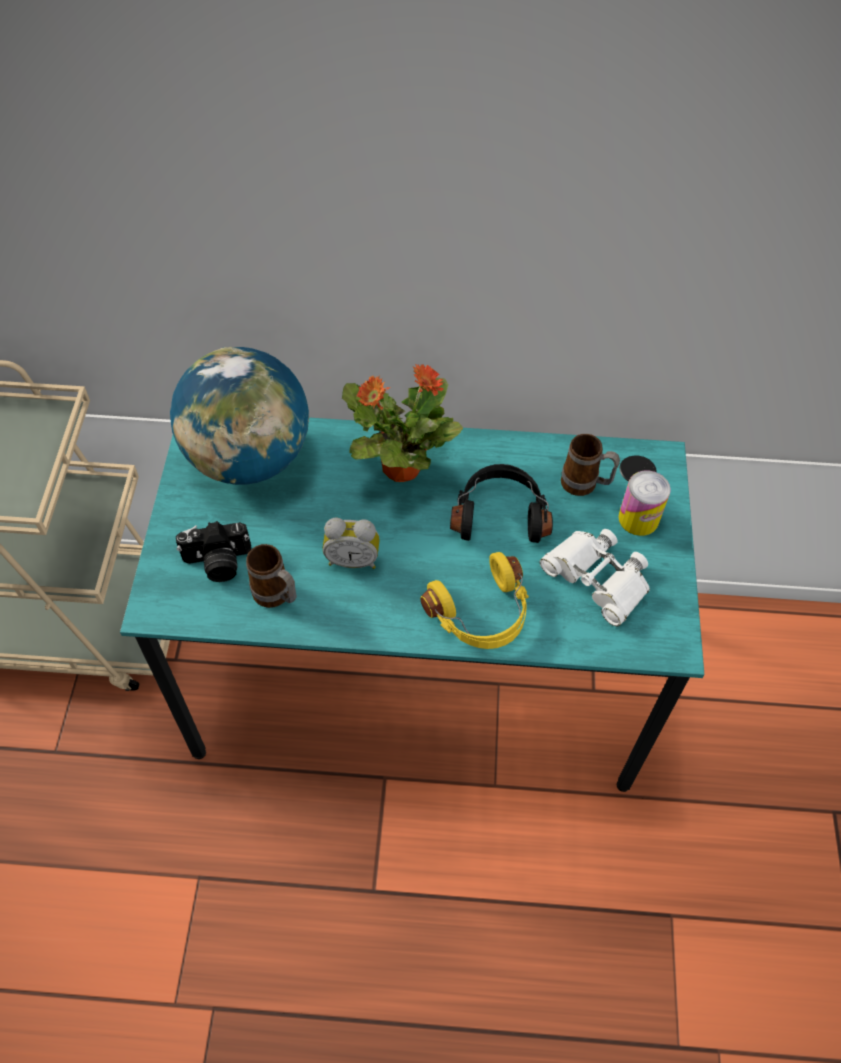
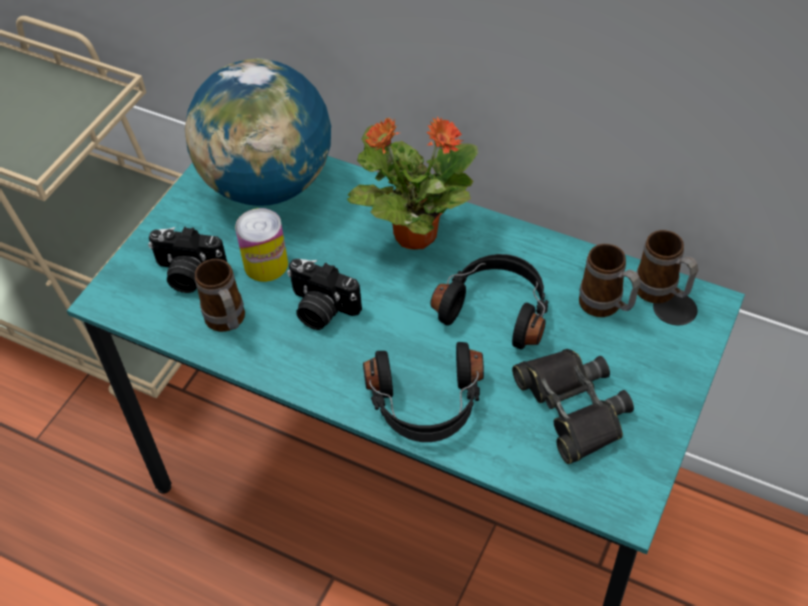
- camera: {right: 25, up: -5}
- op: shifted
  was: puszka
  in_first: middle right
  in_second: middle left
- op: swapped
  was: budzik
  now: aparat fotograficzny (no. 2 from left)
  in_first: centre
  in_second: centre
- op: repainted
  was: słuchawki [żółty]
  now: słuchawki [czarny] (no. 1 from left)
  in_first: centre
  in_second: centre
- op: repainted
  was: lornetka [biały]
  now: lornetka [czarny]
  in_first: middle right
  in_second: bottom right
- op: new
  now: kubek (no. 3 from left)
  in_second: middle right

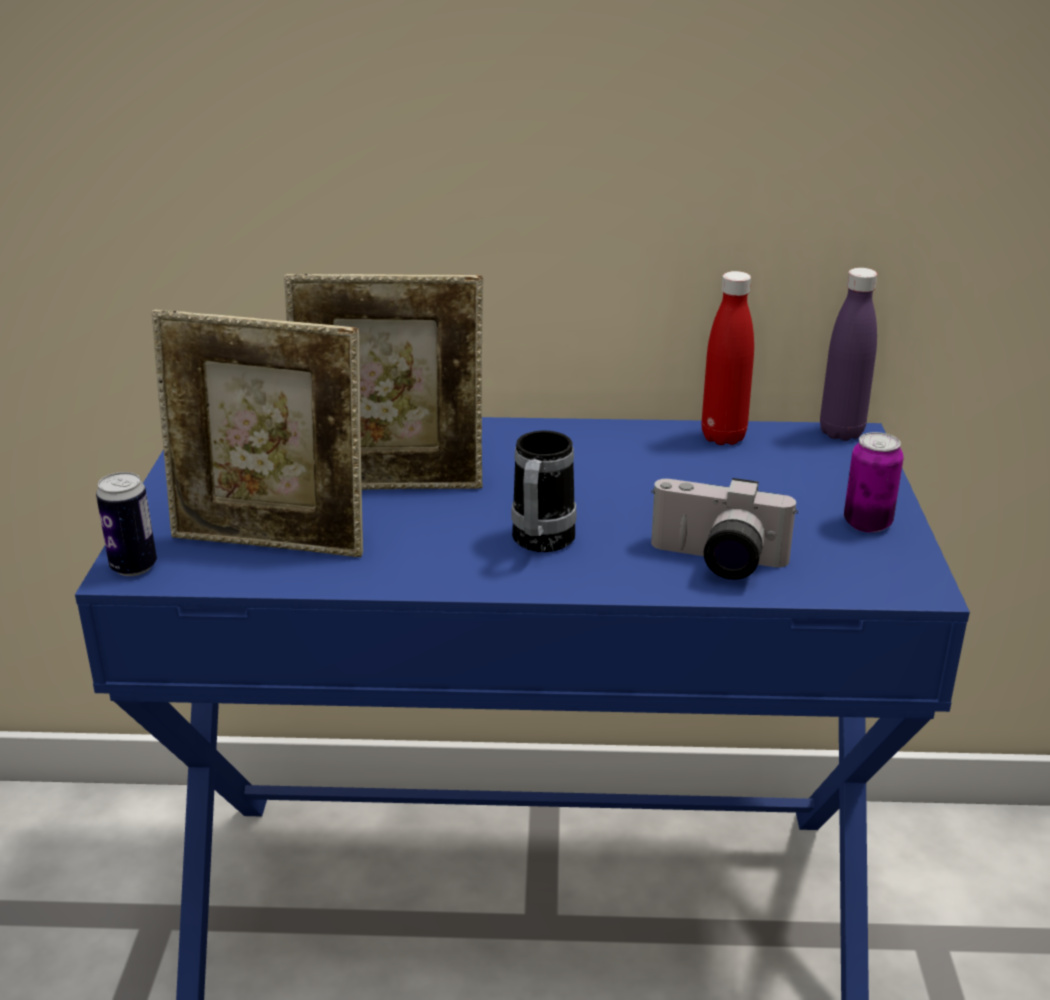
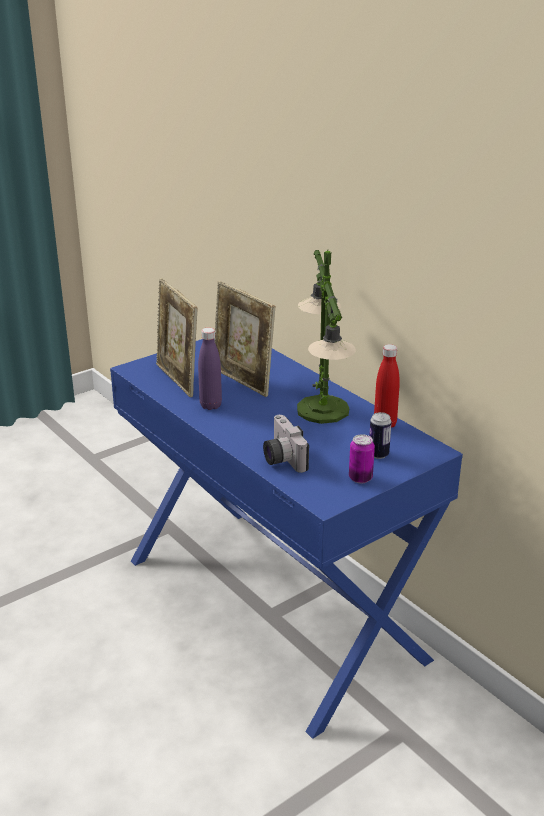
- camera: {right: 50, up: 0}
- op: shifted
  was: butelka [fioletowy]
  in_first: middle right
  in_second: centre
- op: new
  now: lampa stołowa
  in_second: centre
- op: shifted
  was: puszka (no. 1 from left in the first image)
  now: puszka (no. 2 from left)
  in_first: middle left
  in_second: middle right
- op: gone
  was: kubek
  in_first: centre

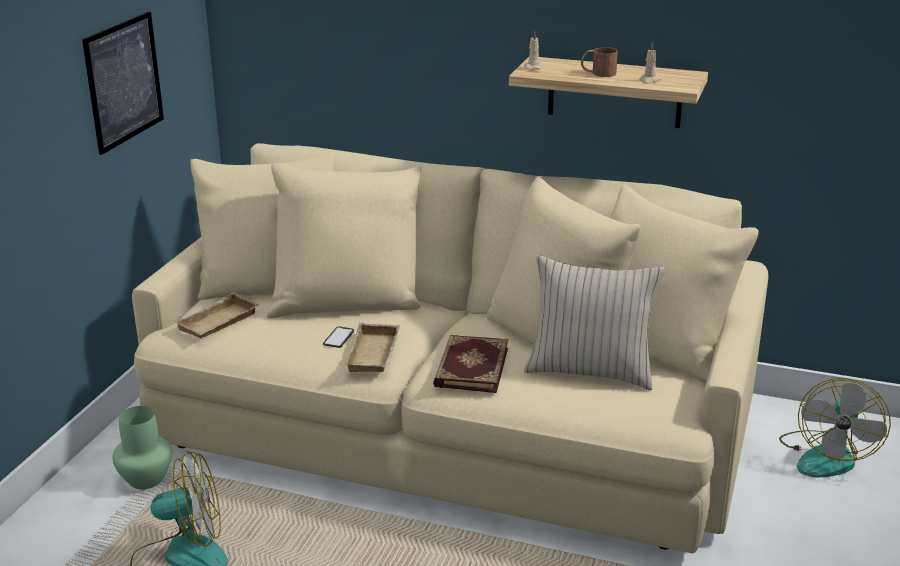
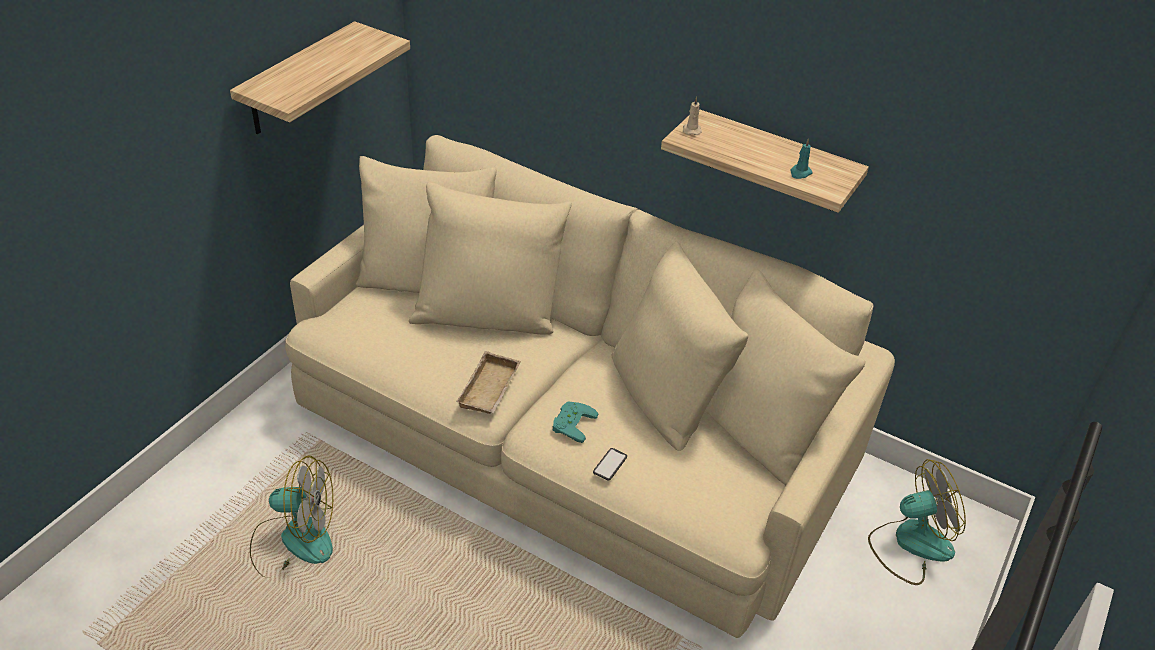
- camera: {right: 10, up: 15}
- op: swapped
  was: obraz
  now: półka (no. 1 from left)
  in_first: top left
  in_second: top left
- op: swapped
  was: książka
  now: pad do gier [turkusowy]
  in_first: centre
  in_second: centre
- op: shifted
  was: telefon
  in_first: centre
  in_second: bottom centre
- op: repainted
  was: świeca [beżowy] (no. 2 from left)
  now: świeca [turkusowy]
  in_first: top right
  in_second: top right
- op: rotated
  was: wentylator (no. 2 from left)
  in_first: bottom right
  in_second: bottom right
  clockwise: -135
- op: gone
  was: wazon [zielony]
  in_first: bottom left
- op: gone
  was: taca [beżowy] (no. 1 from left)
  in_first: middle left
- op: gone
  was: poduszka [beżowy]
  in_first: centre
- op: gone
  was: kubek [brązowy]
  in_first: top centre

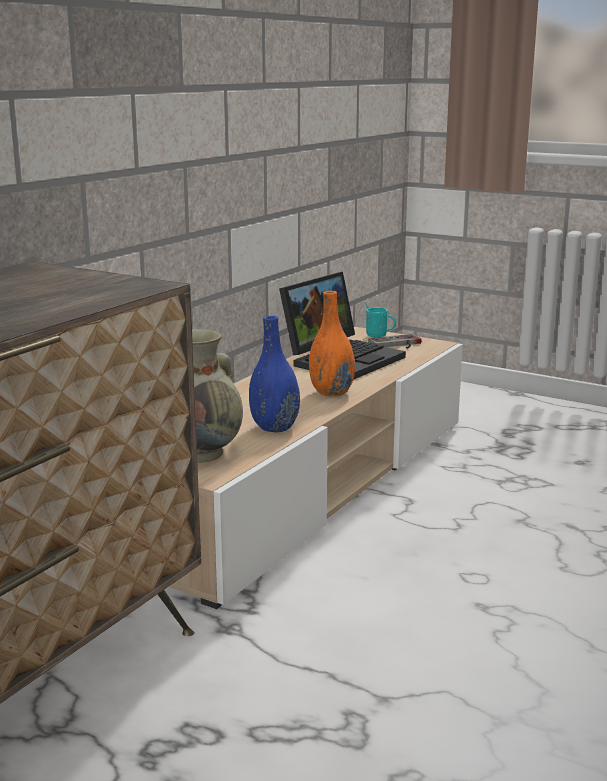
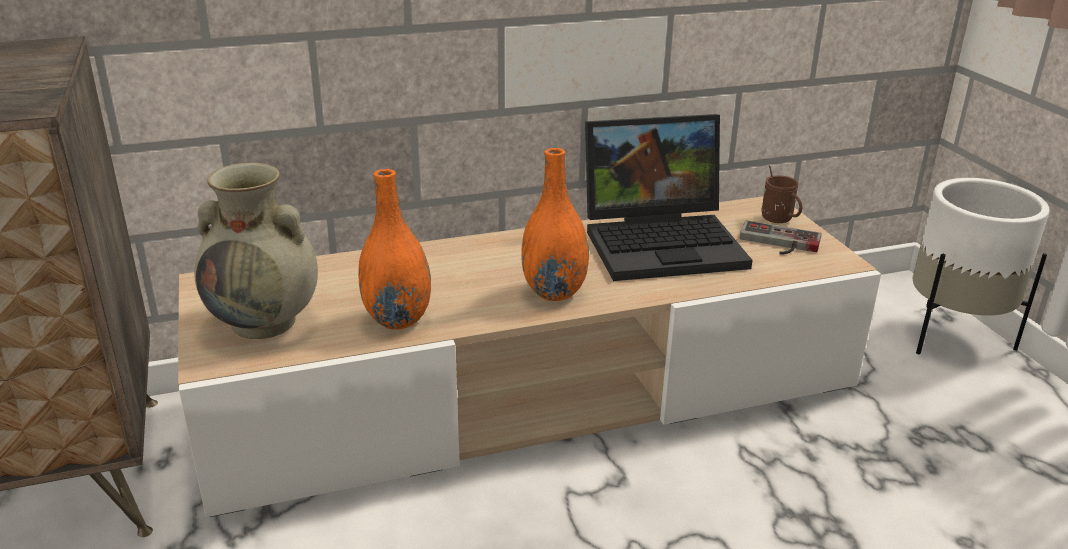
- camera: {right: 40, up: 10}
- op: repainted
  was: wazon [niebieski]
  now: wazon [pomarańczowy] (no. 1 from left)
  in_first: centre
  in_second: centre
- op: repainted
  was: kubek [turkusowy]
  now: kubek [brązowy]
  in_first: centre
  in_second: middle right
- op: new
  now: donica [biały]
  in_second: middle right

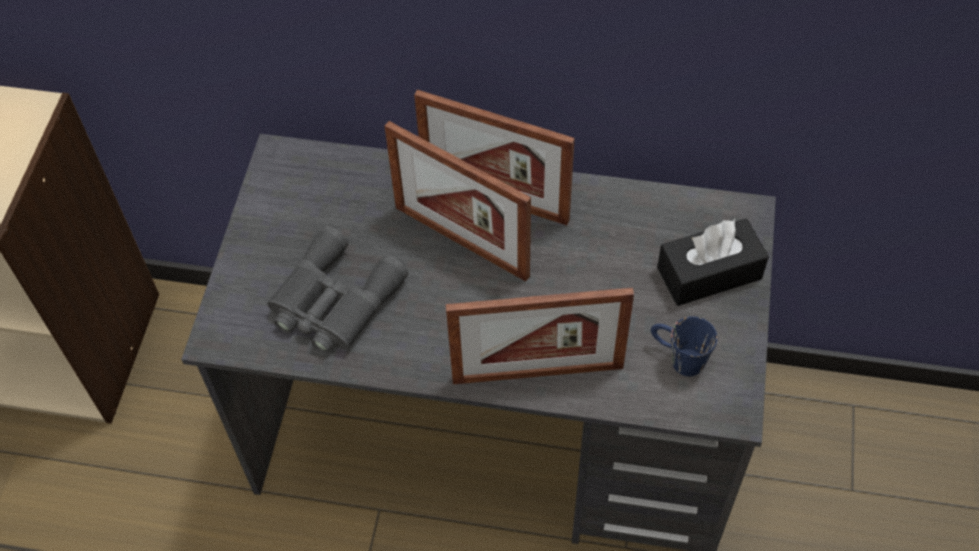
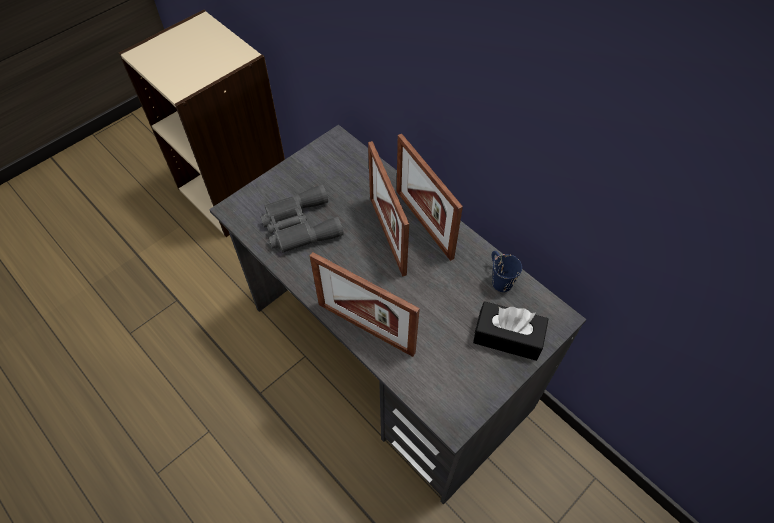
- camera: {right: 35, up: 0}
- op: shifted
  was: kubek [niebieski]
  in_first: middle right
  in_second: centre

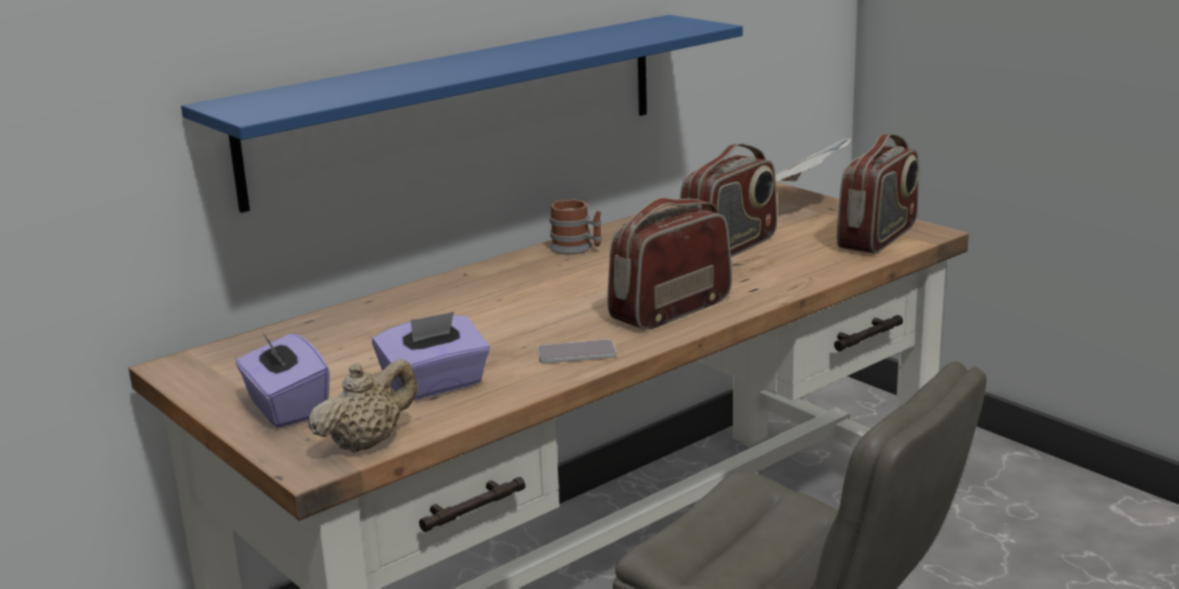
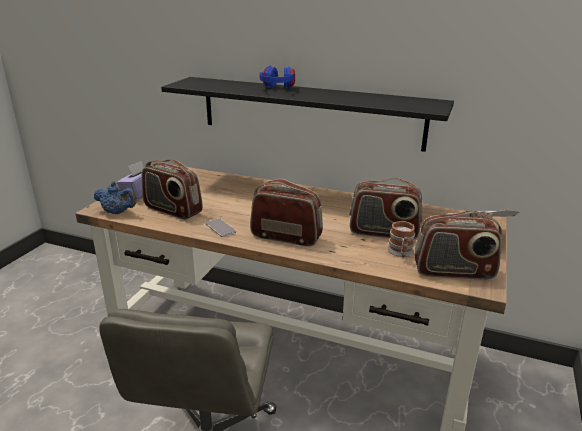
- camera: {right: 60, up: 5}
- op: repainted
  was: imbryk [beżowy]
  now: imbryk [niebieski]
  in_first: bottom left
  in_second: middle left
- op: swapped
  was: pudełko chusteczek [fioletowy] (no. 2 from left)
  now: radio (no. 1 from left)
  in_first: centre
  in_second: middle left
- op: repainted
  was: półka [niebieski]
  now: półka [czarny]
  in_first: top centre
  in_second: top centre
- op: new
  now: słuchawki [niebieski]
  in_second: top centre
- op: shifted
  was: kubek
  in_first: centre
  in_second: middle right

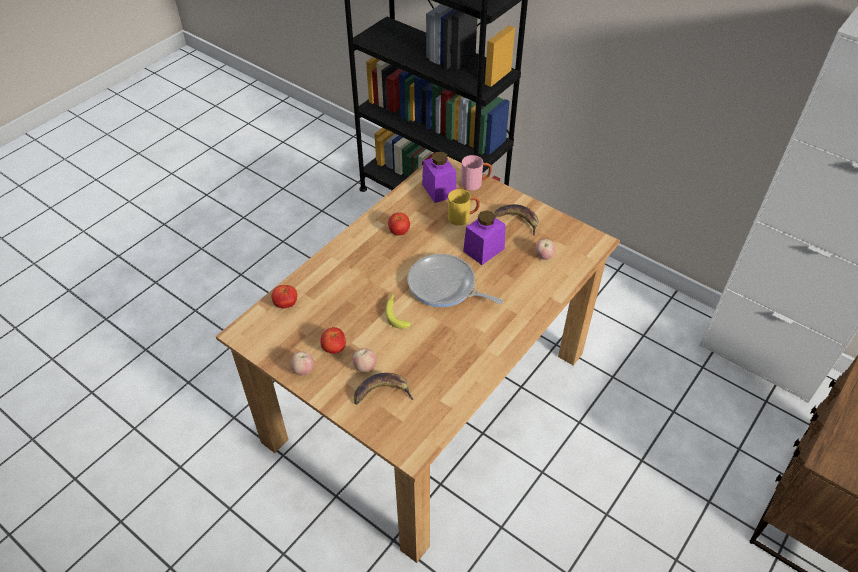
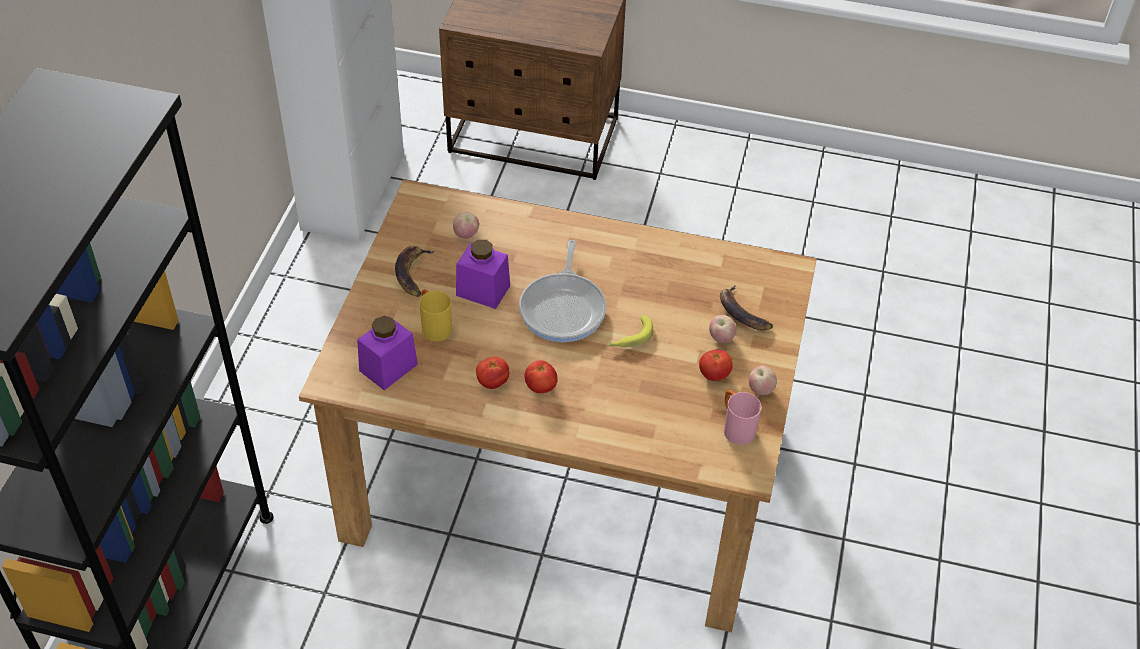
- camera: {right: -115, up: 0}
- op: shifted
  was: pomidor (no. 1 from left in the first image)
  now: pomidor (no. 2 from left)
  in_first: middle left
  in_second: centre
- op: shifted
  was: kubek [różowy]
  in_first: top centre
  in_second: centre

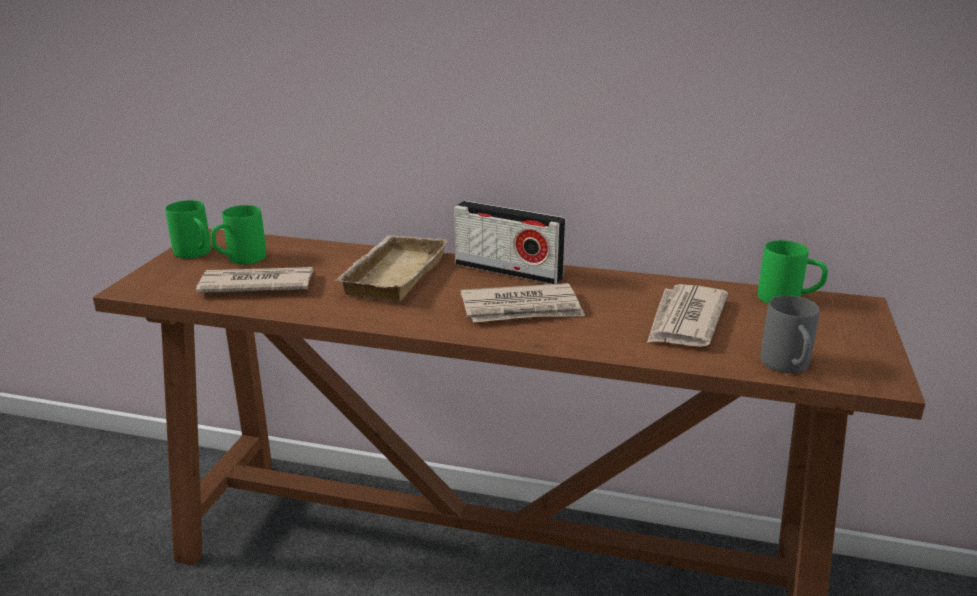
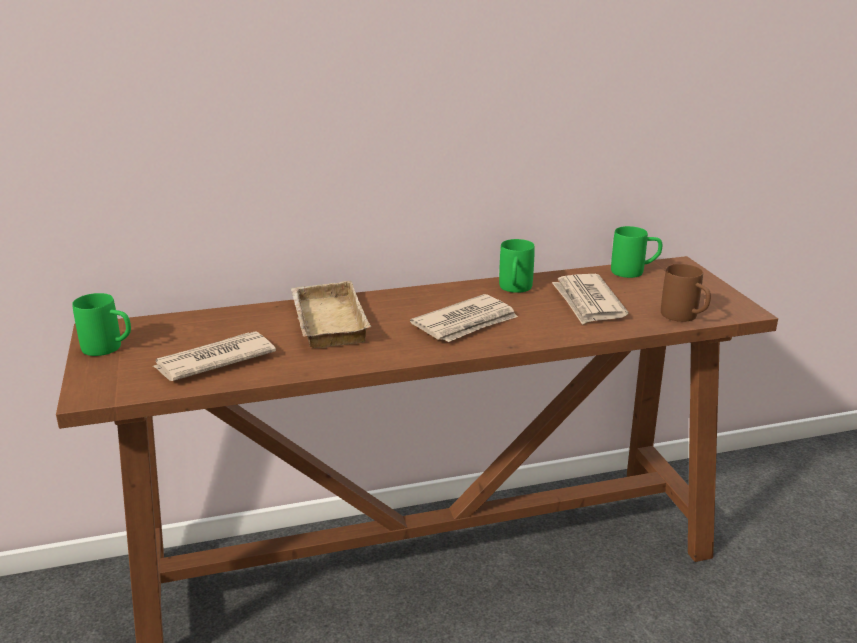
- camera: {right: -30, up: 0}
- op: shifted
  was: kubek [zielony] (no. 2 from left)
  in_first: middle left
  in_second: centre
- op: repainted
  was: kubek [szary]
  now: kubek [brązowy]
  in_first: middle right
  in_second: middle right
- op: gone
  was: radio
  in_first: centre

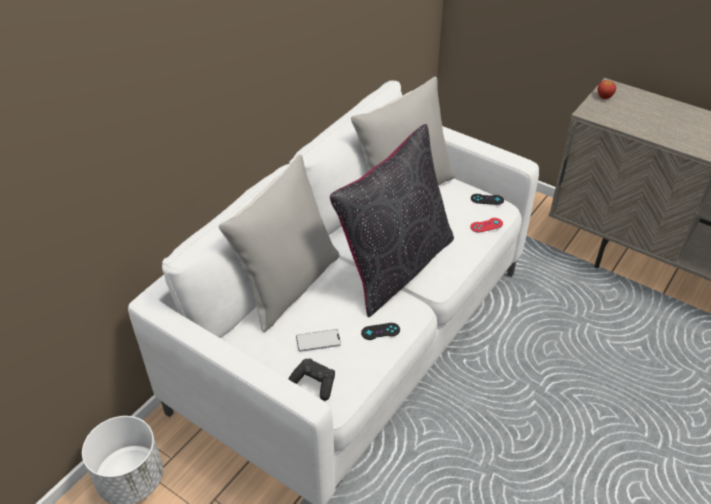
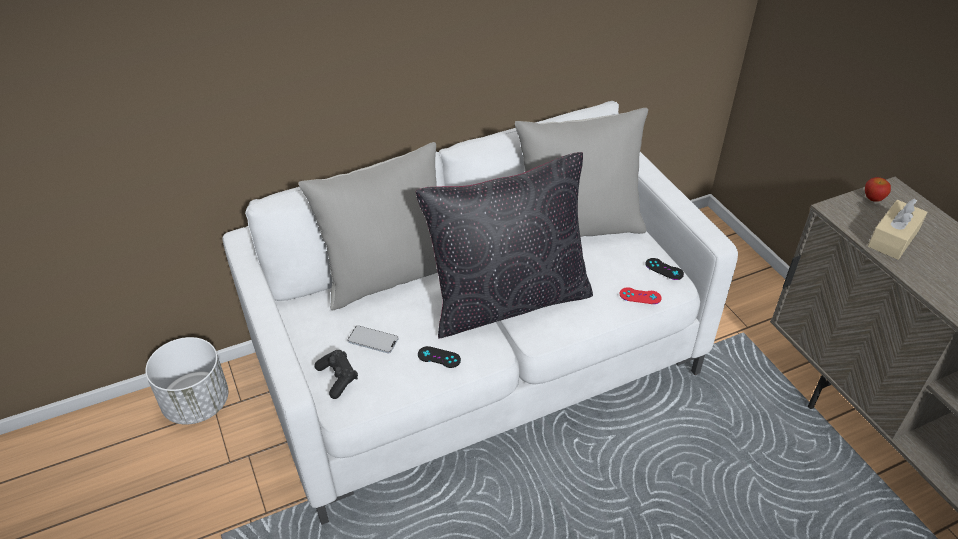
- camera: {right: 30, up: 0}
- op: new
  now: pudełko chusteczek [beżowy]
  in_second: middle right

